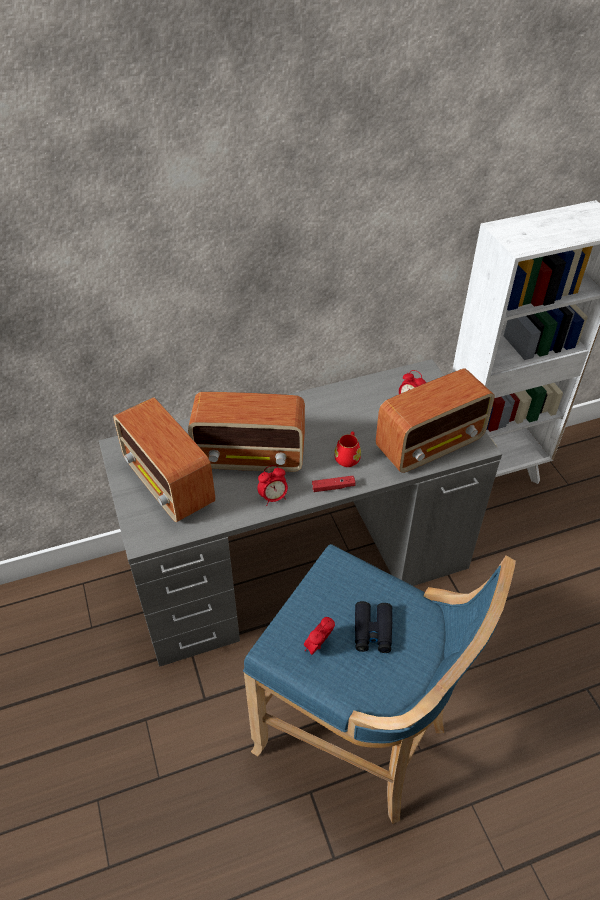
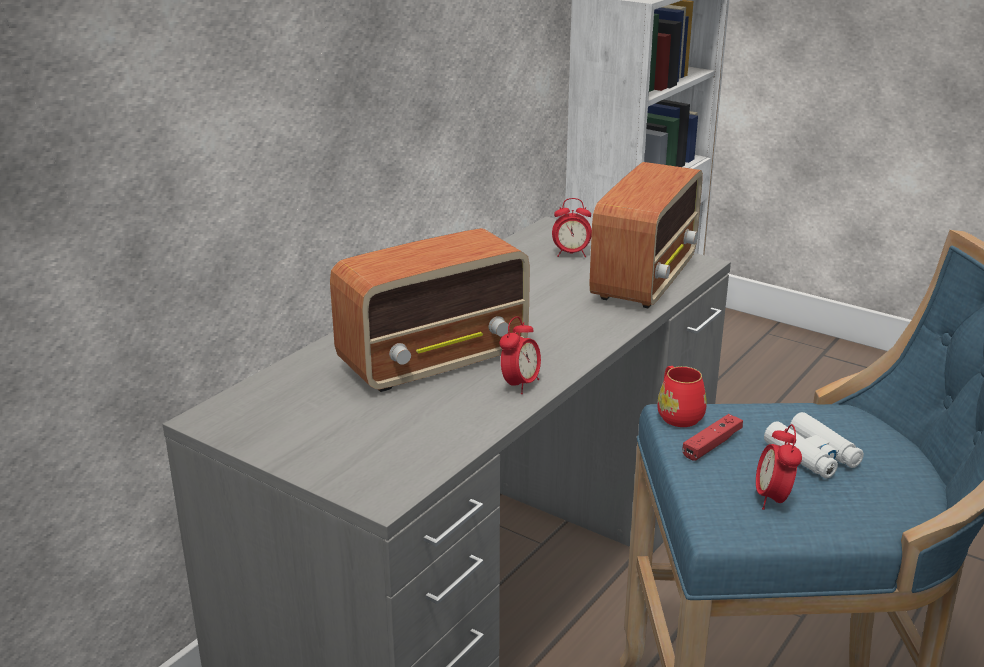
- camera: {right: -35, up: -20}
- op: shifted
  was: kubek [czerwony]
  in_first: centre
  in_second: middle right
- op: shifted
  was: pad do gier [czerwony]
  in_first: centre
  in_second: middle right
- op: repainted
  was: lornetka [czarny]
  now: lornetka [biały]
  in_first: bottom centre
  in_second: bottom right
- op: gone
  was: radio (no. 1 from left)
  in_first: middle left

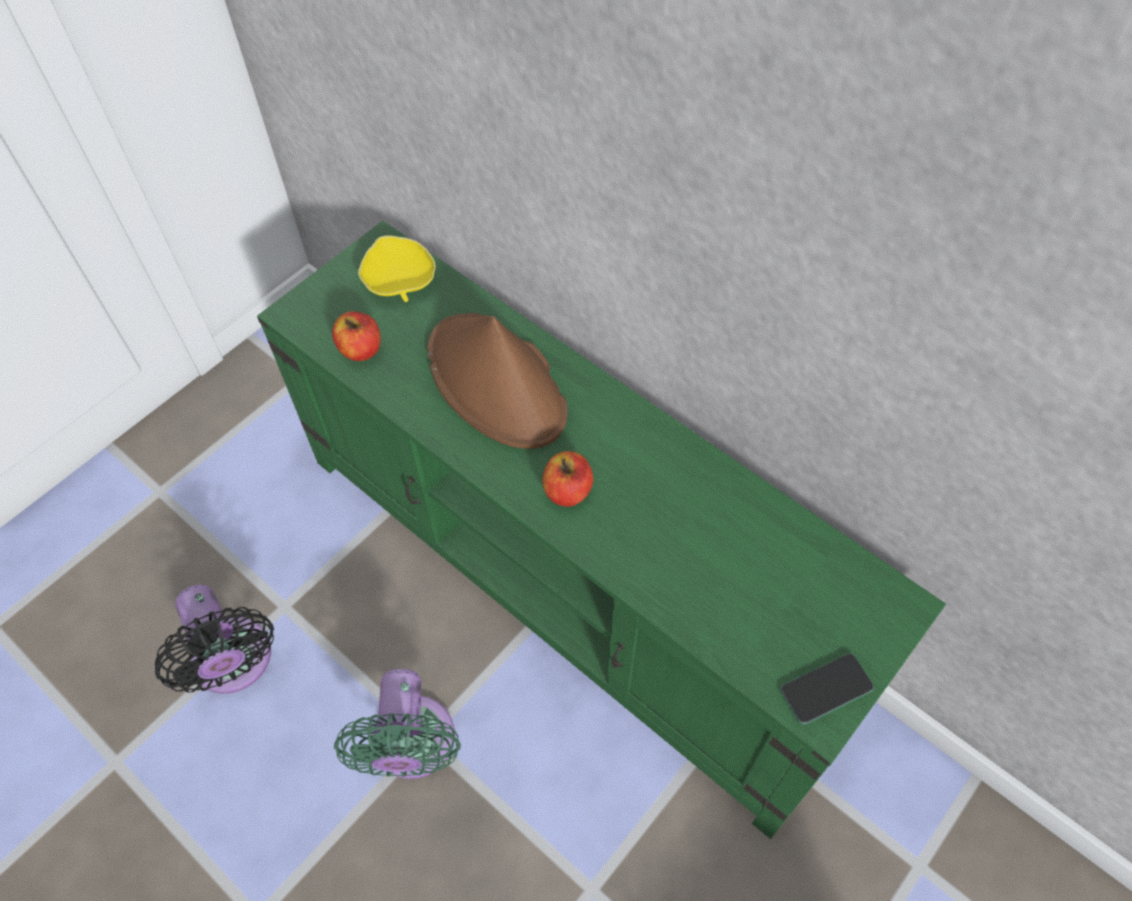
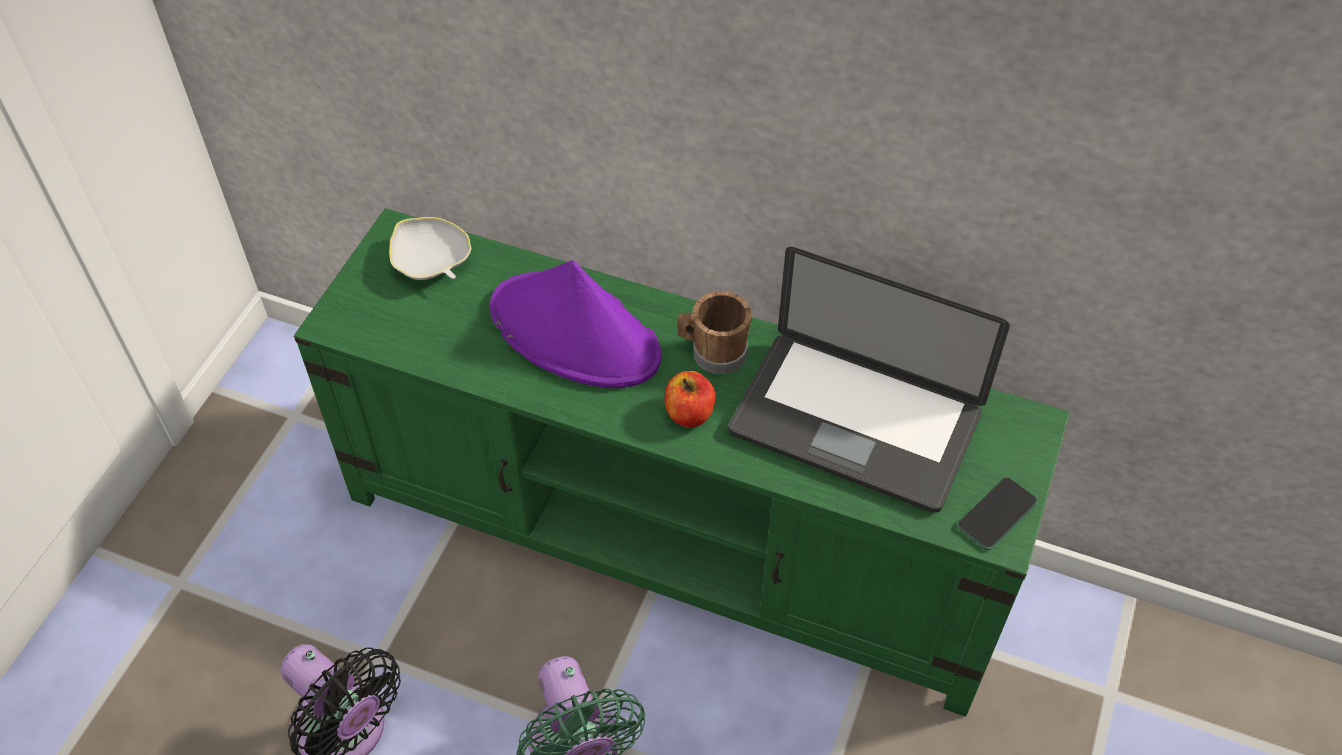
- camera: {right: -20, up: -5}
- op: repainted
  was: miska [żółty]
  now: miska [biały]
  in_first: top centre
  in_second: top left
- op: repainted
  was: kapelusz [brązowy]
  now: kapelusz [fioletowy]
  in_first: centre
  in_second: centre
- op: new
  now: kubek [brązowy]
  in_second: centre
- op: new
  now: laptop
  in_second: centre
- op: gone
  was: jabłko (no. 1 from left)
  in_first: middle left

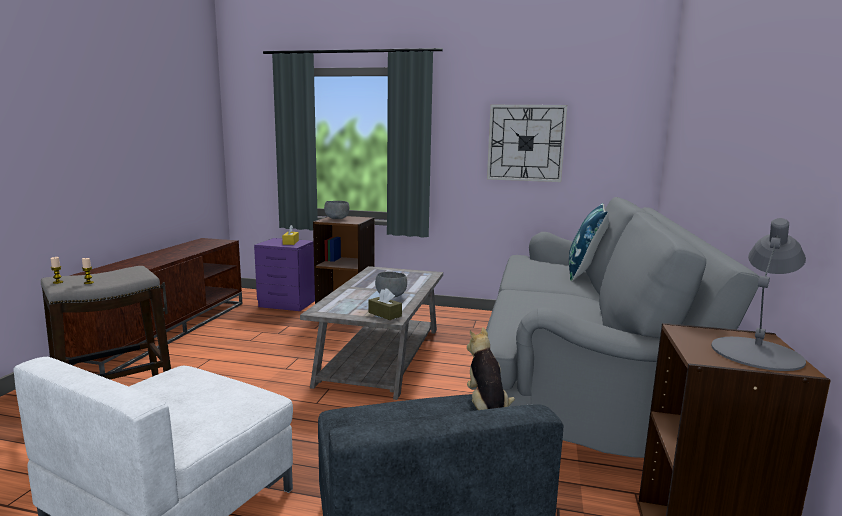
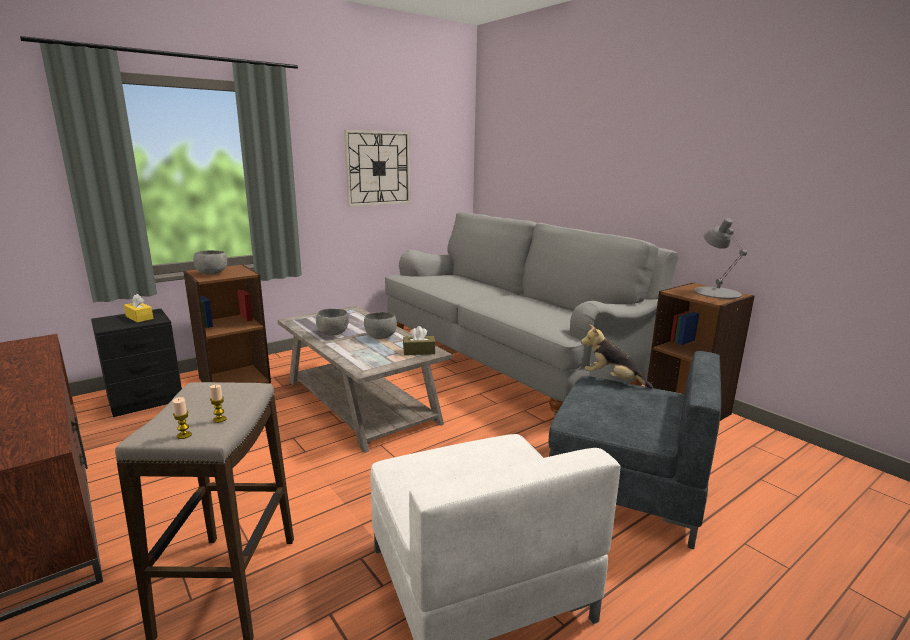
- camera: {right: -50, up: 5}
- op: repainted
  was: szafka nocna [fioletowy]
  now: szafka nocna [czarny]
  in_first: centre
  in_second: middle left
- op: new
  now: miska [szary] (no. 2 from left)
  in_second: centre
- op: gone
  was: poduszka [niebieski]
  in_first: middle right

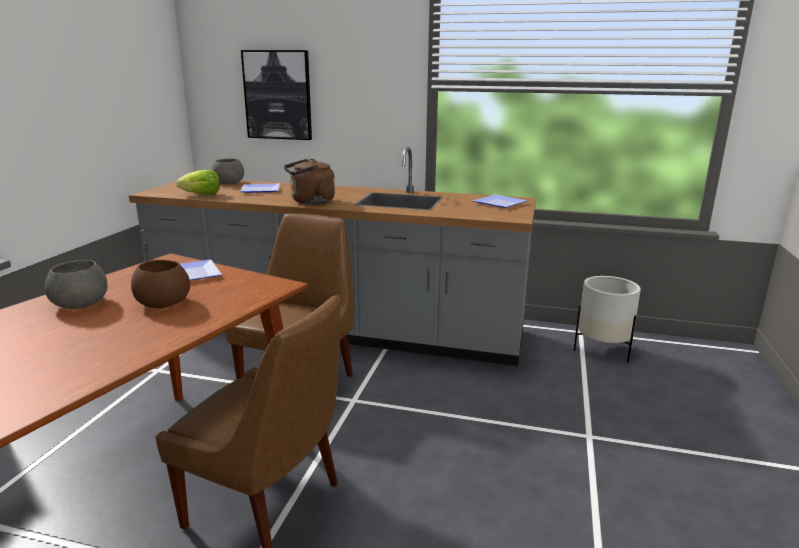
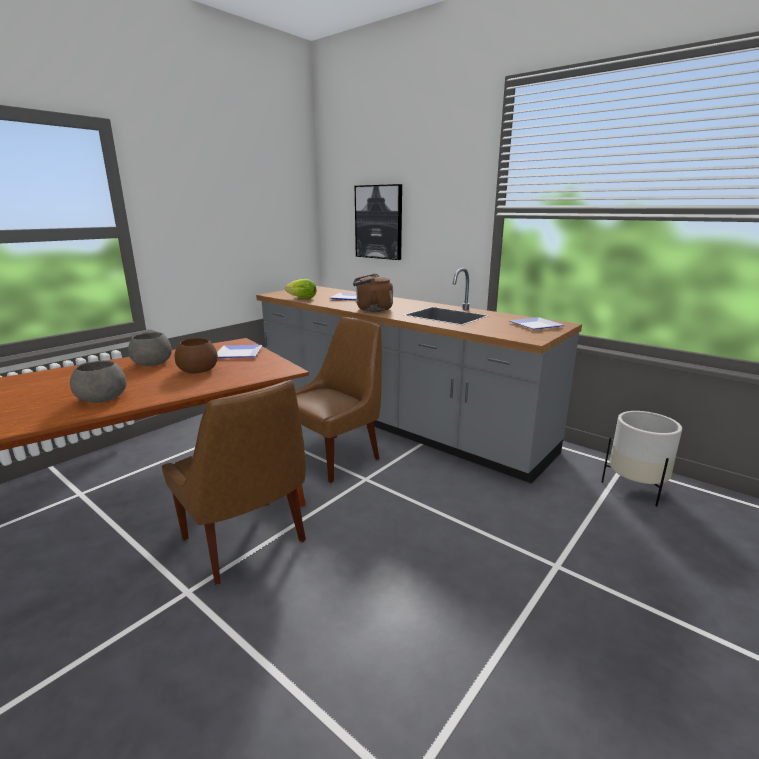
- camera: {right: 25, up: 0}
- op: shifted
  was: miska [szary] (no. 2 from left in the first image)
  now: miska [szary] (no. 1 from left)
  in_first: top left
  in_second: middle left

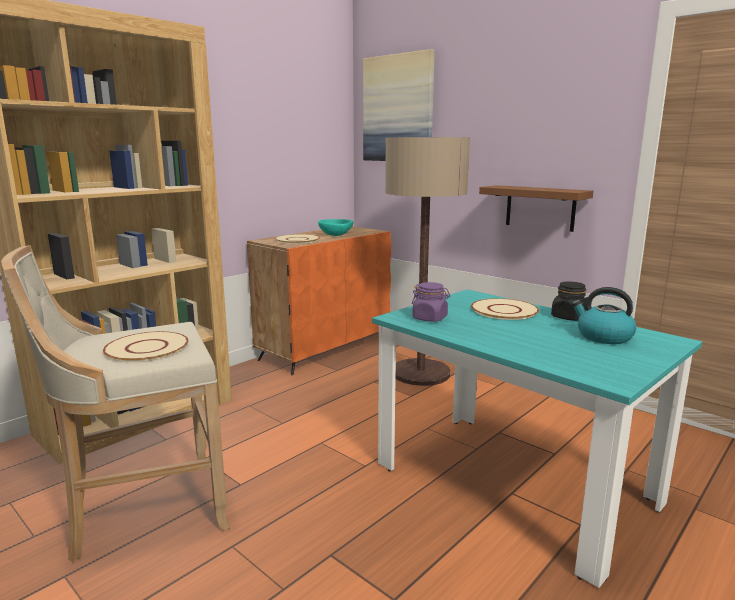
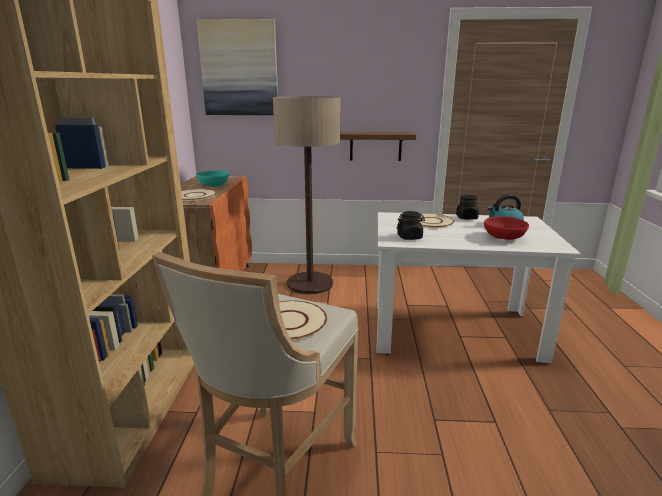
- camera: {right: -40, up: 5}
- op: repainted
  was: stół jadalny [turkusowy]
  now: stół jadalny [biały]
  in_first: bottom right
  in_second: middle right
- op: repainted
  was: słoik [fioletowy]
  now: słoik [czarny] (no. 1 from left)
  in_first: centre
  in_second: centre
- op: new
  now: miska [czerwony]
  in_second: middle right

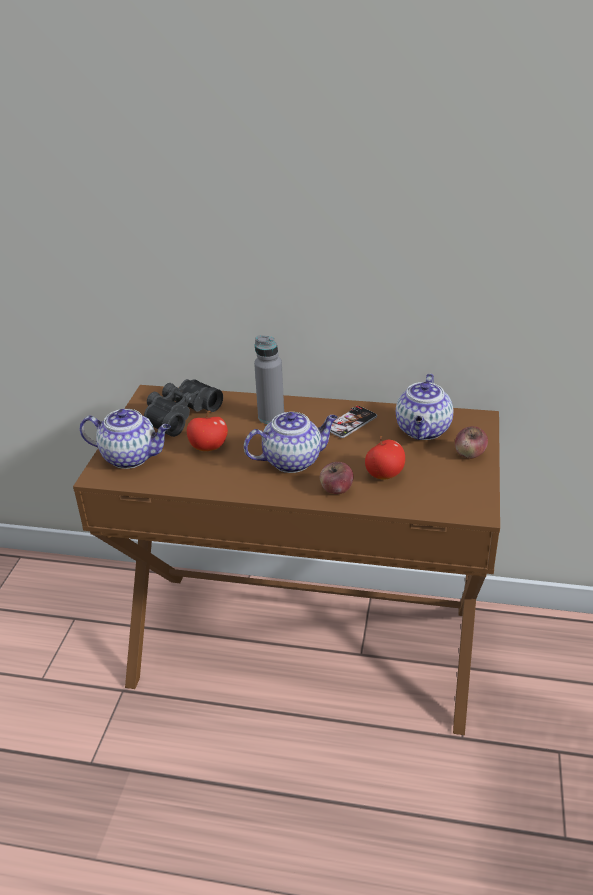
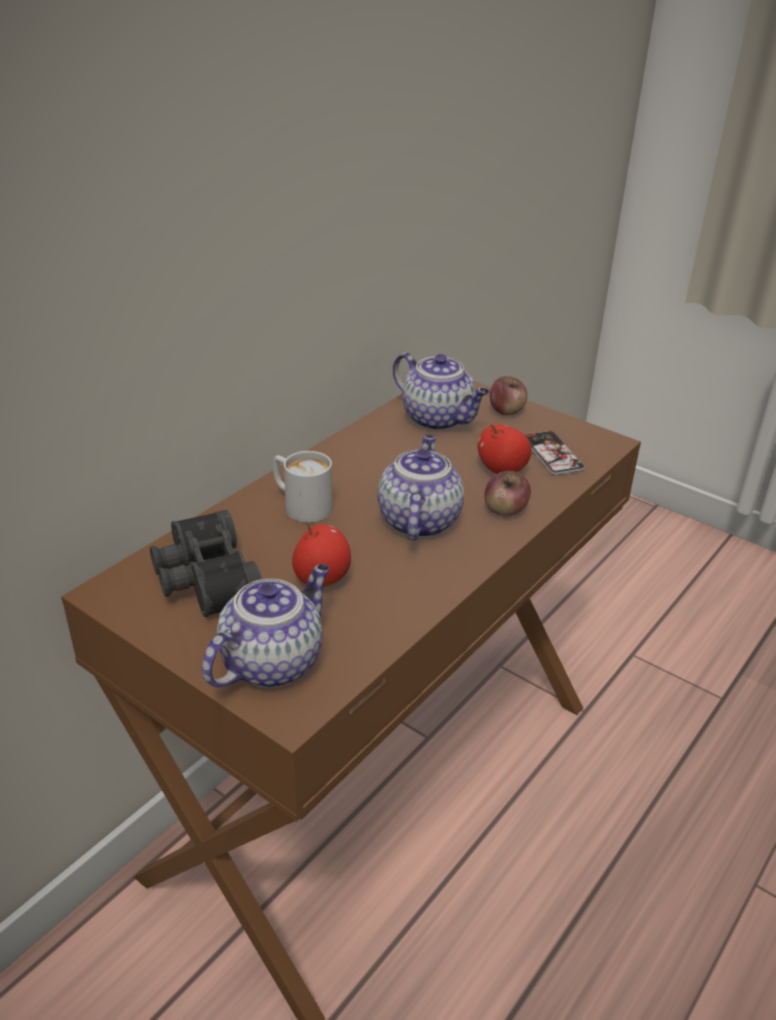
- camera: {right: -65, up: 0}
- op: swapped
  was: butelka [szary]
  now: kubek [biały]
  in_first: centre
  in_second: centre
- op: shifted
  was: telefon
  in_first: centre
  in_second: middle right

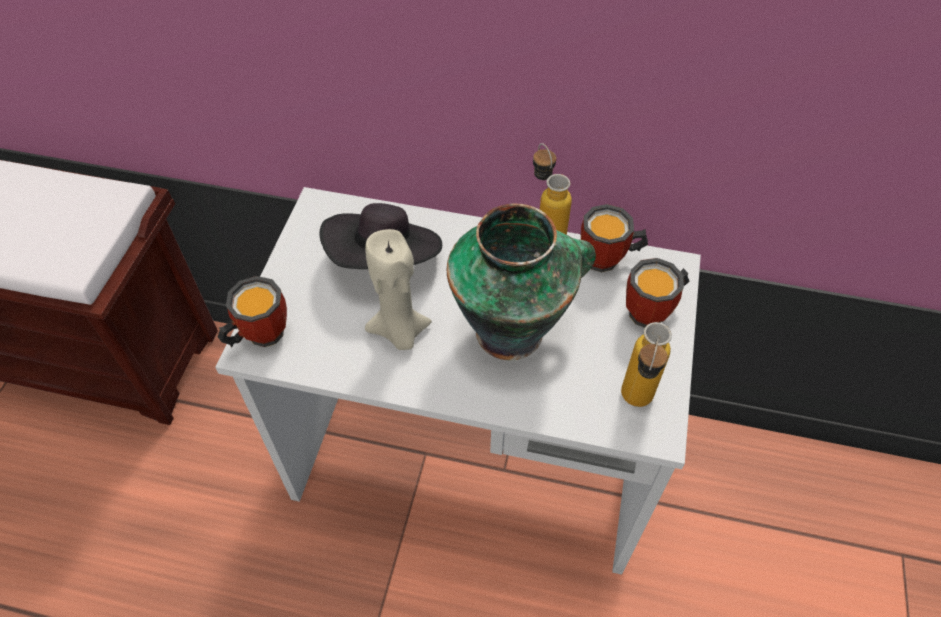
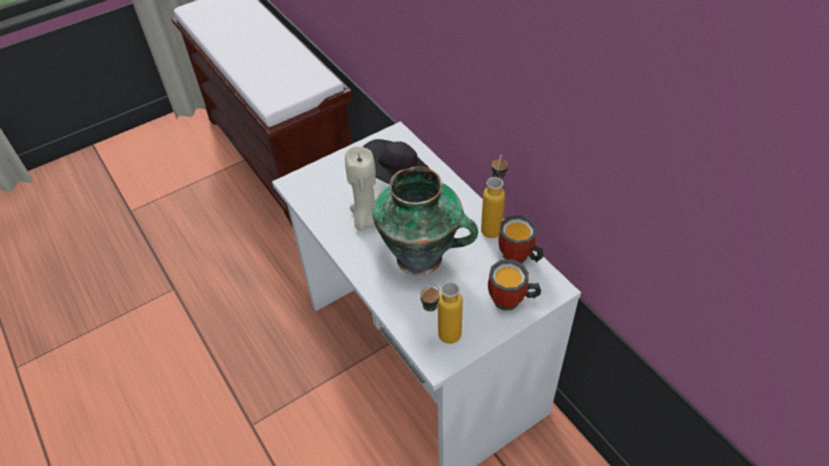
- camera: {right: 45, up: -5}
- op: gone
  was: kubek (no. 1 from left)
  in_first: middle left

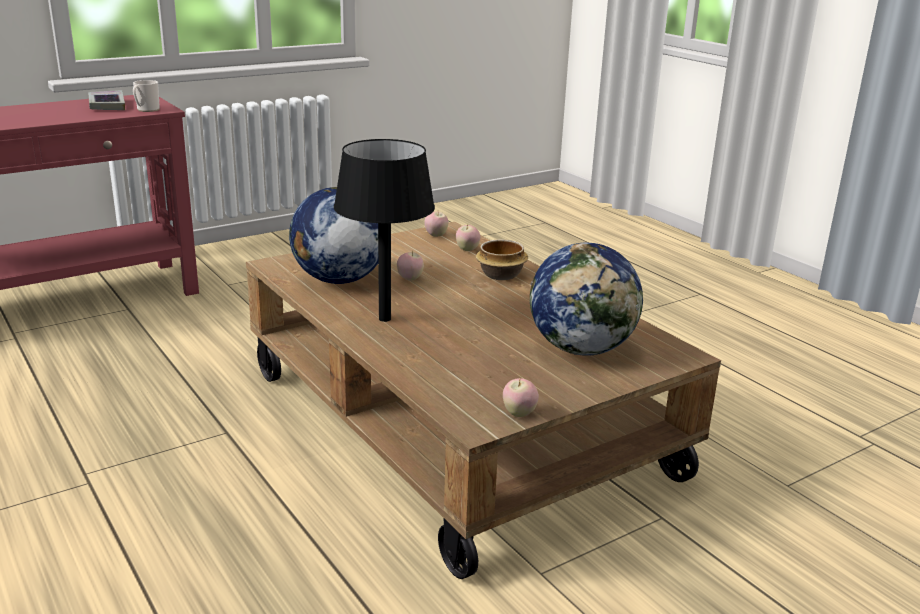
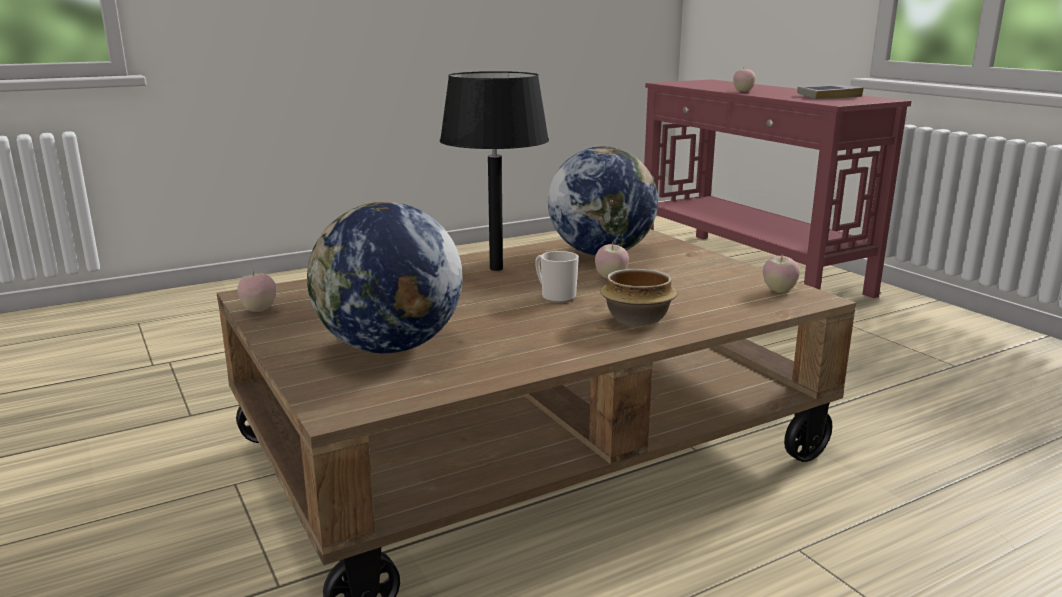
- camera: {right: 95, up: -5}
- op: shifted
  was: kubek
  in_first: top left
  in_second: centre
- op: shifted
  was: jabłko (no. 3 from left)
  in_first: centre
  in_second: top right

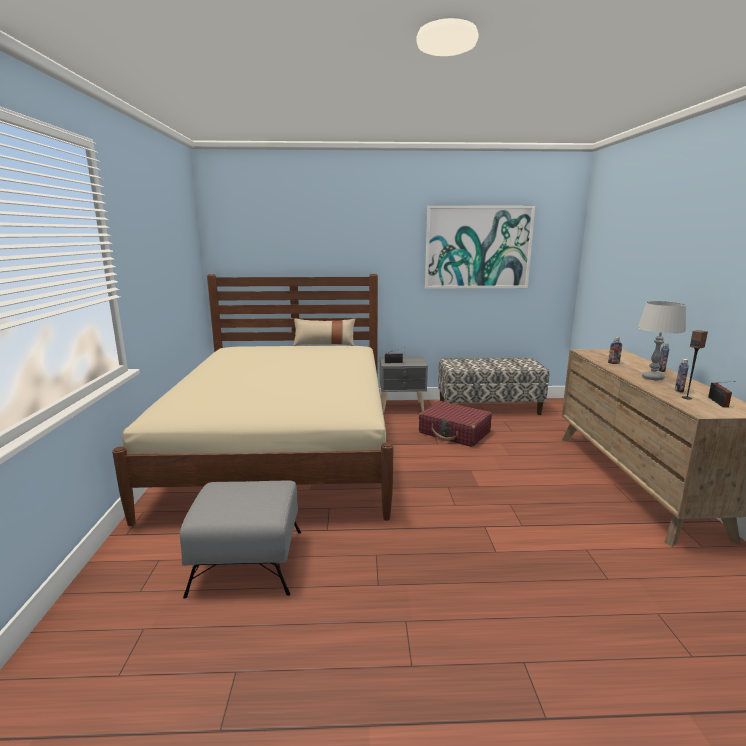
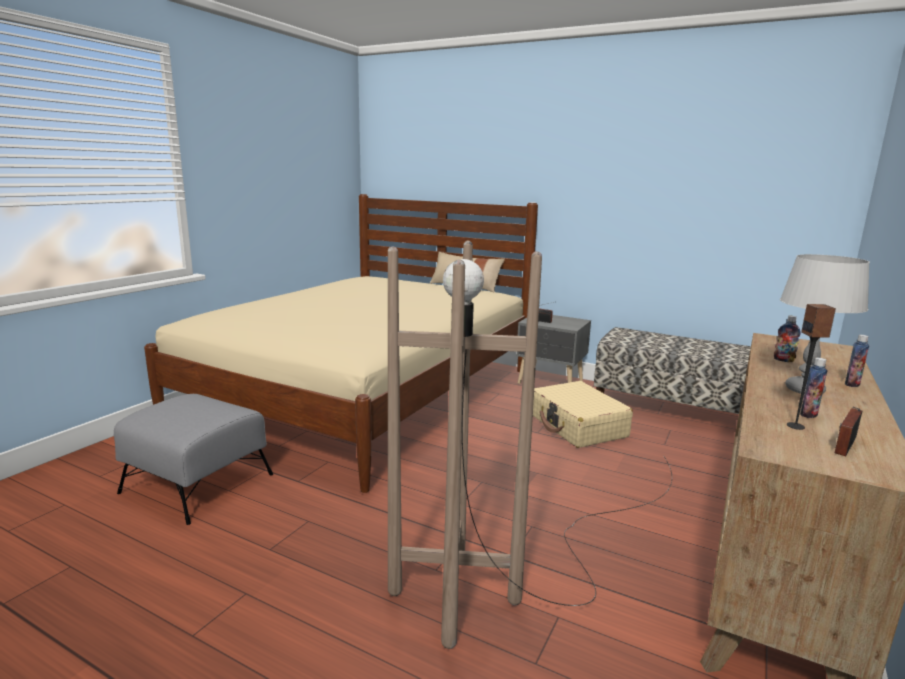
- camera: {right: 30, up: 0}
- op: new
  now: lampa stojąca [brązowy]
  in_second: centre
- op: repainted
  was: walizka [czerwony]
  now: walizka [beżowy]
  in_first: centre
  in_second: centre
- op: gone
  was: obraz
  in_first: top centre

